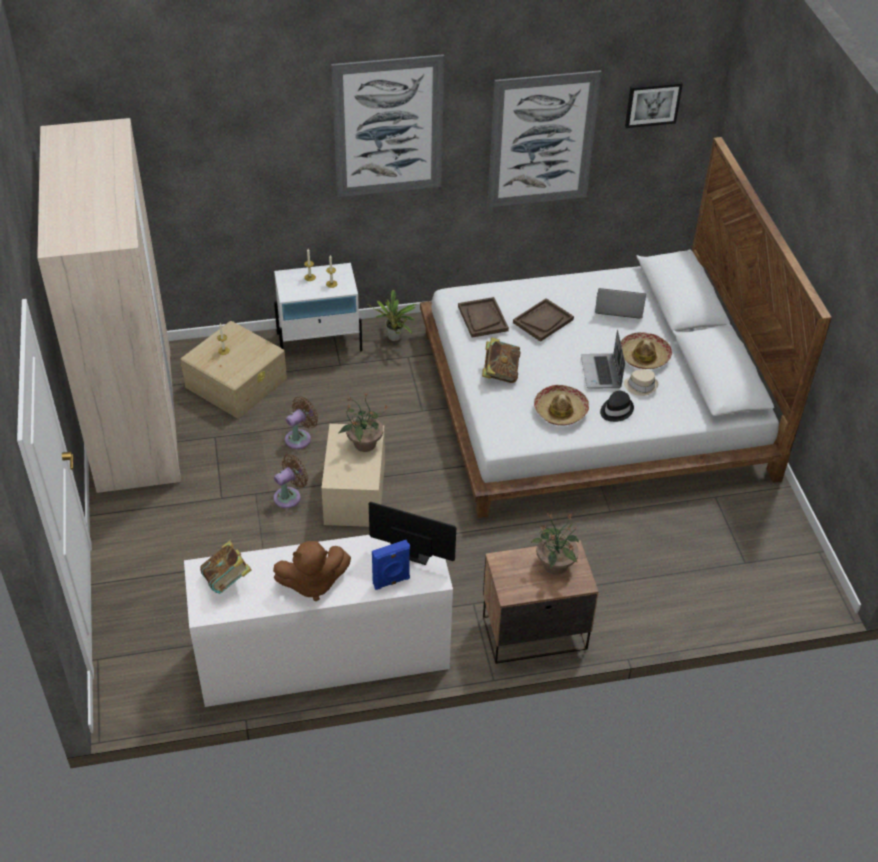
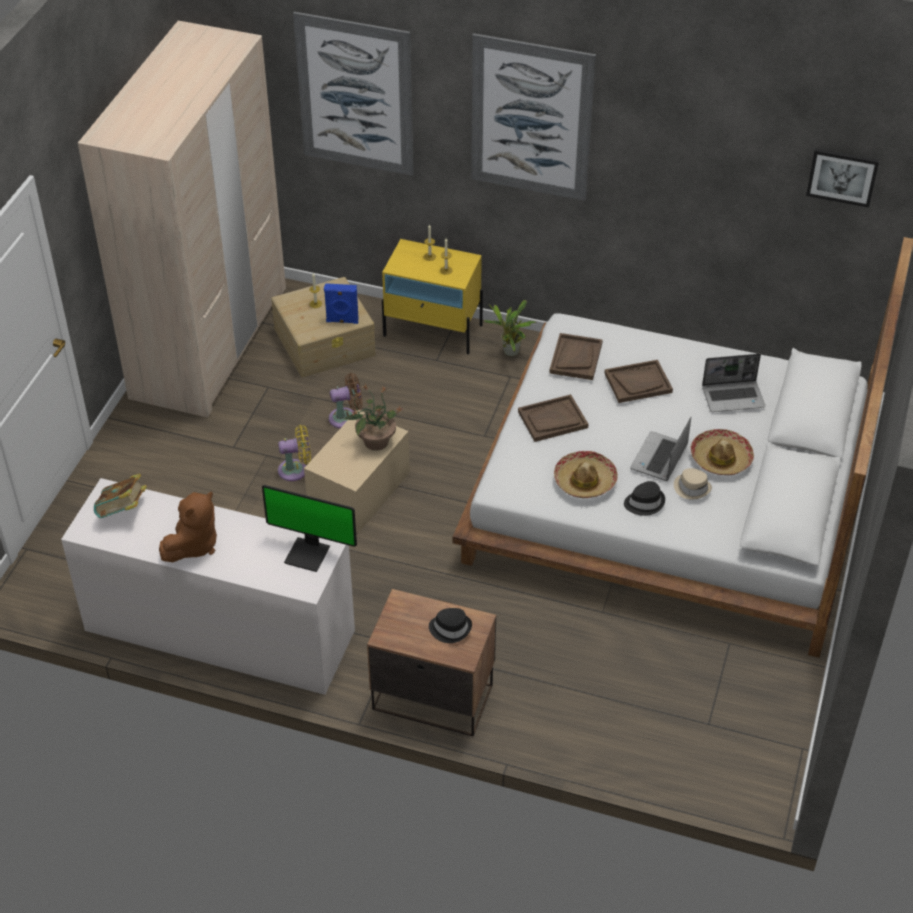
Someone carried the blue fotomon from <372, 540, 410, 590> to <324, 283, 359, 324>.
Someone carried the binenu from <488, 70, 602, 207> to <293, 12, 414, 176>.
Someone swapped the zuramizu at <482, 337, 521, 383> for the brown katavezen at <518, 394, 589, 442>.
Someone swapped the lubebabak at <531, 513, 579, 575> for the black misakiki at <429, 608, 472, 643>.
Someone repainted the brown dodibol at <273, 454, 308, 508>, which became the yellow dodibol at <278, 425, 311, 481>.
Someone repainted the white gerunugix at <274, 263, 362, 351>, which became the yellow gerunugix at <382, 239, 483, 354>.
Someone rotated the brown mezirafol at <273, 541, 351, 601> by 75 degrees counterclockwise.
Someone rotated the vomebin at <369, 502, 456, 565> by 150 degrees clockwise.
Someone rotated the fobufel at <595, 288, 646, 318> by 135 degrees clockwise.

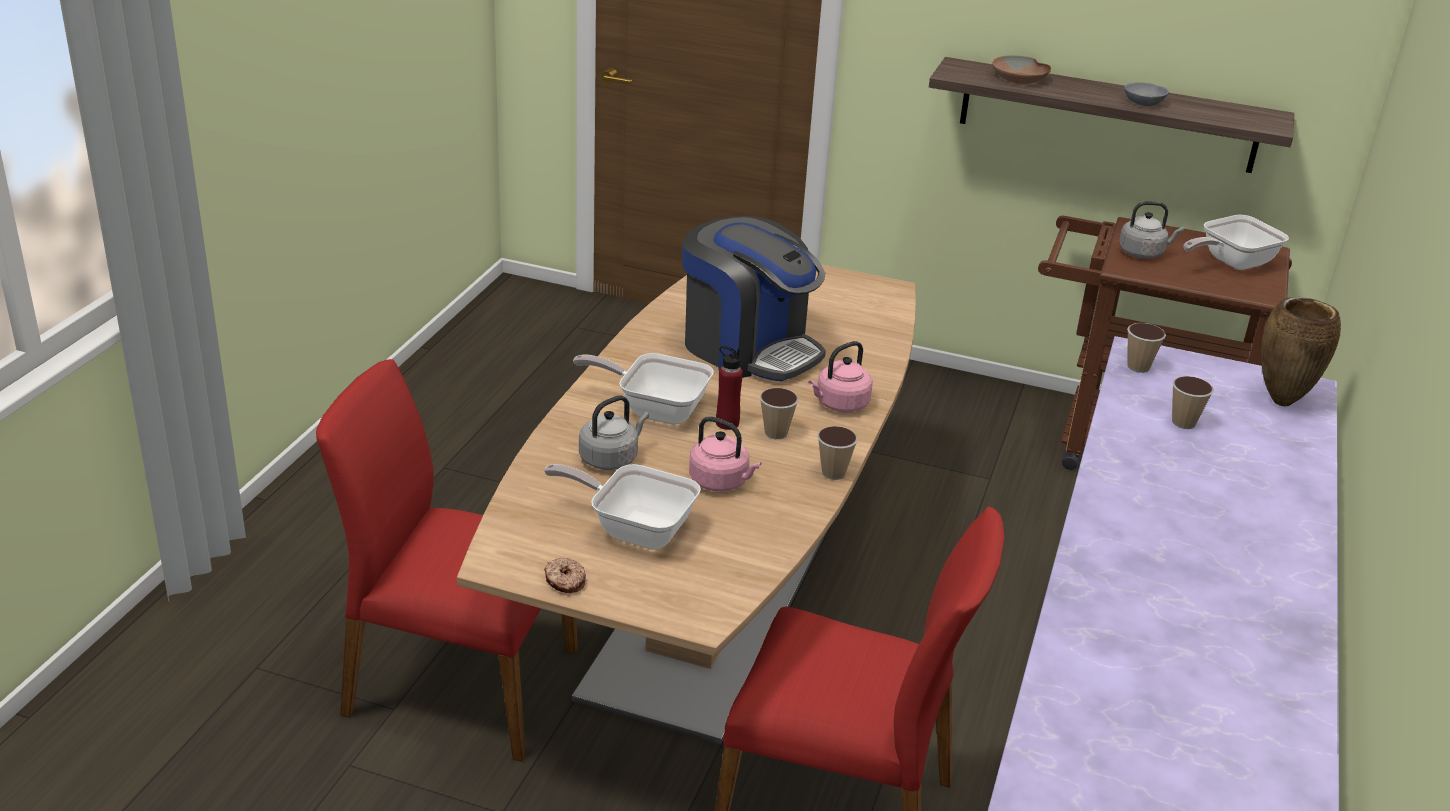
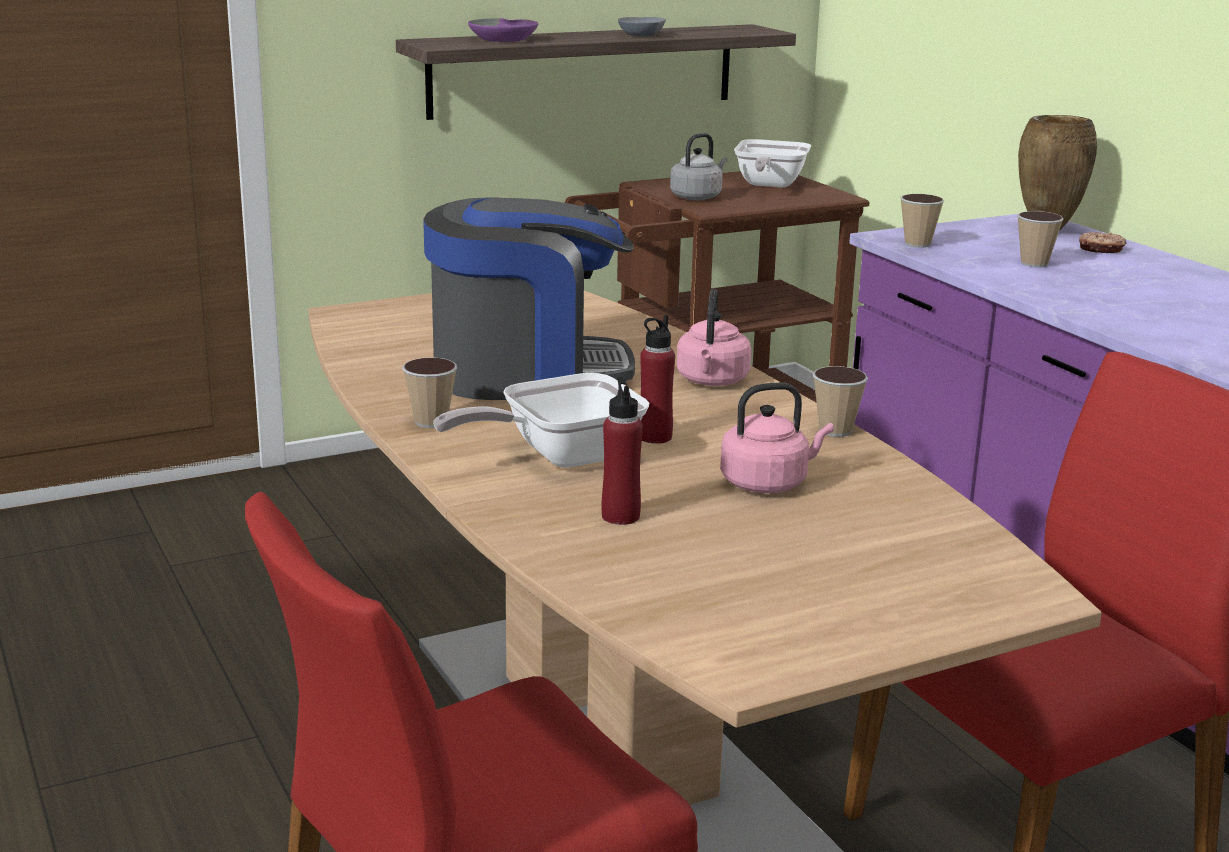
Someone took away the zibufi at <544, 464, 701, 550>.
Someone carried the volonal from <544, 557, 586, 593> to <1079, 232, 1127, 253>.
Someone carried the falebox from <760, 388, 799, 439> to <402, 357, 457, 428>.
Someone swapped the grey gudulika at <579, 396, 649, 470> for the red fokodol at <602, 377, 643, 525>.
Someone repainted the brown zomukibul at <992, 55, 1051, 84>, which became the purple zomukibul at <468, 18, 538, 42>.

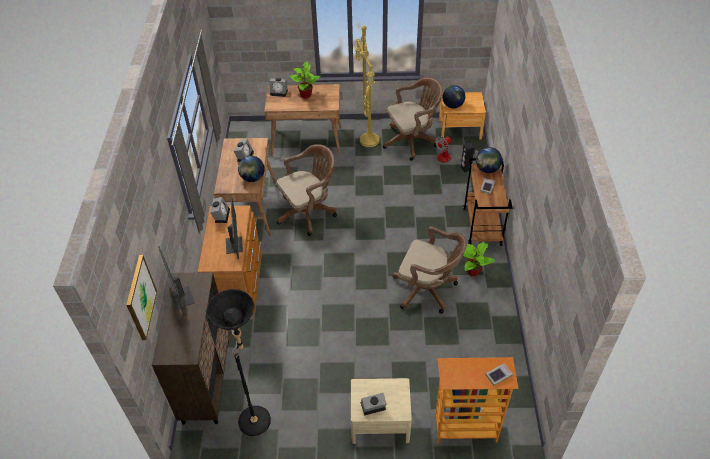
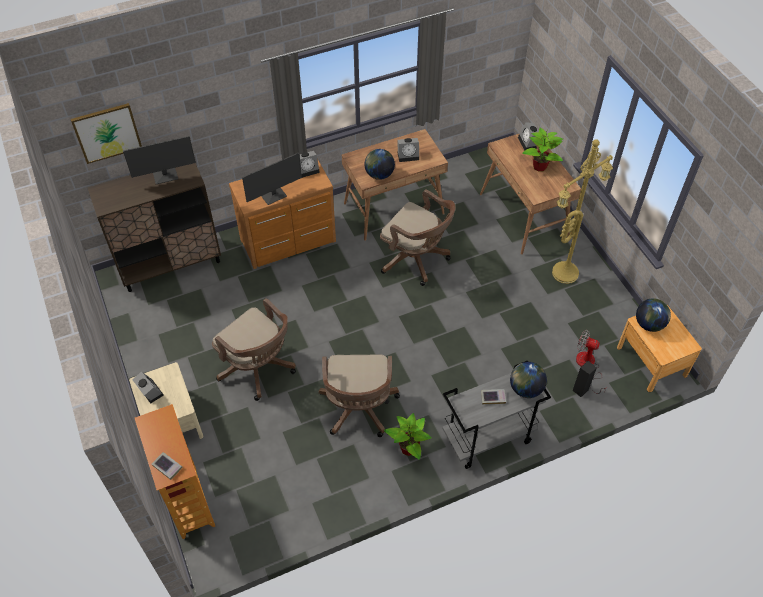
Someone took away the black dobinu at <206, 289, 271, 436>.
Someone carried the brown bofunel from <383, 77, 443, 161> to <212, 298, 296, 401>.
Someone repainted the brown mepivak at <463, 158, 512, 246>, which became the grey mepivak at <442, 360, 551, 469>.
Someone rotated the vomebin at <158, 246, 195, 316> by 150 degrees counterclockwise.

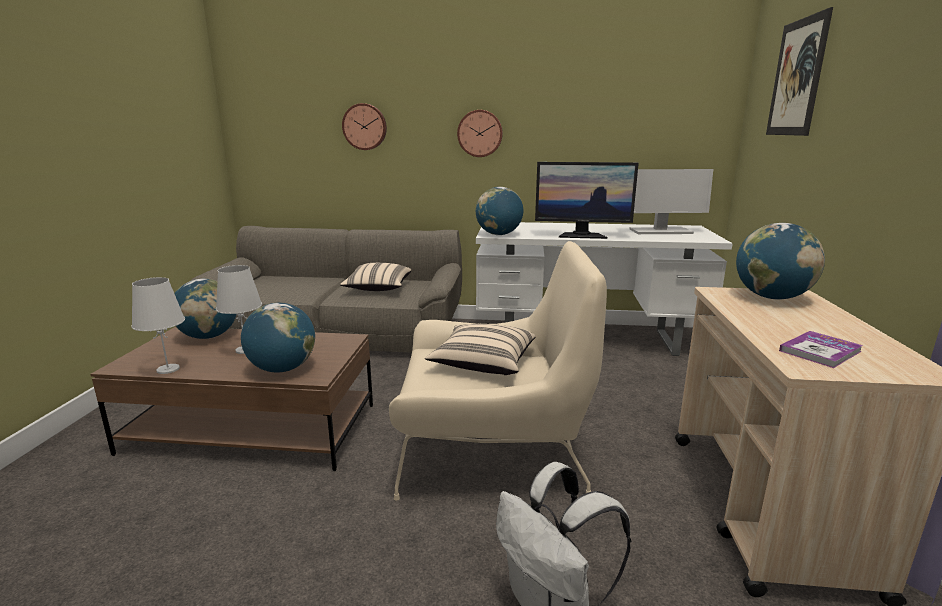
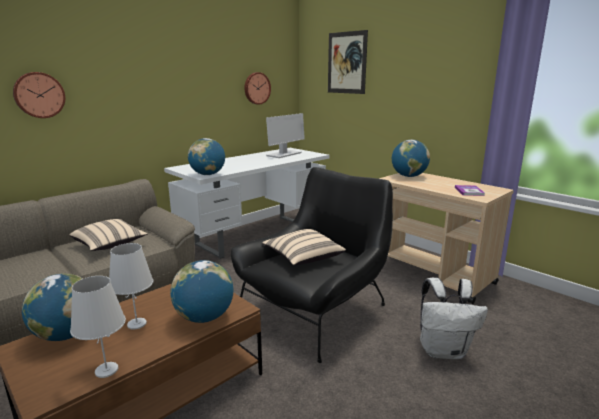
Someone took away the vomebin at <535, 162, 639, 239>.
Someone carried the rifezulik from <457, 110, 503, 157> to <244, 72, 271, 105>.
Someone repainted the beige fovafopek at <389, 241, 607, 501>, which became the black fovafopek at <231, 167, 393, 363>.

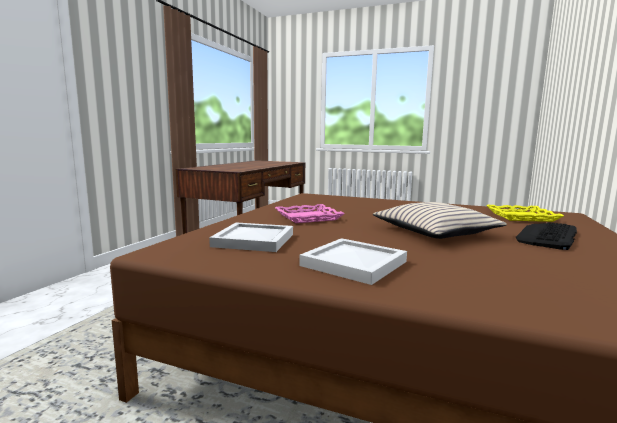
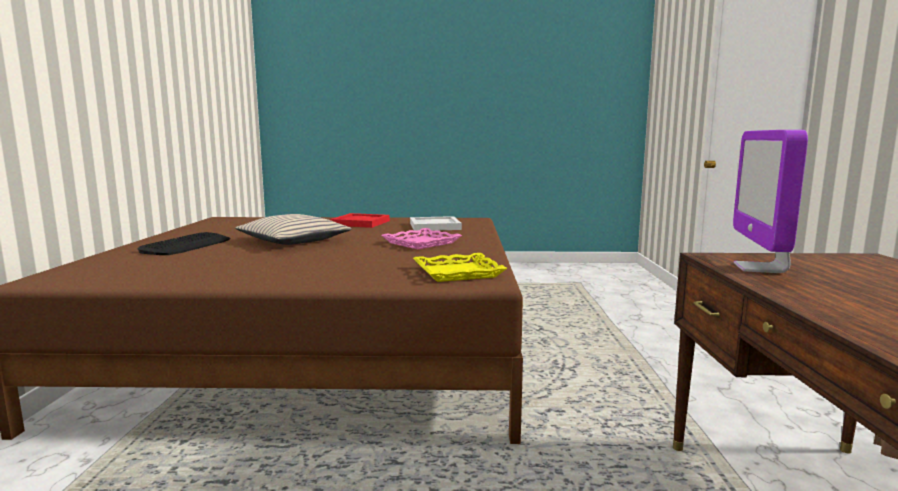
Someone put down the vomebin at <733, 130, 808, 273>.
Someone carried the yellow katavezen from <486, 205, 564, 222> to <413, 253, 507, 282>.
Someone repainted the white katavezen at <299, 238, 407, 285>, which became the red katavezen at <330, 213, 390, 228>.

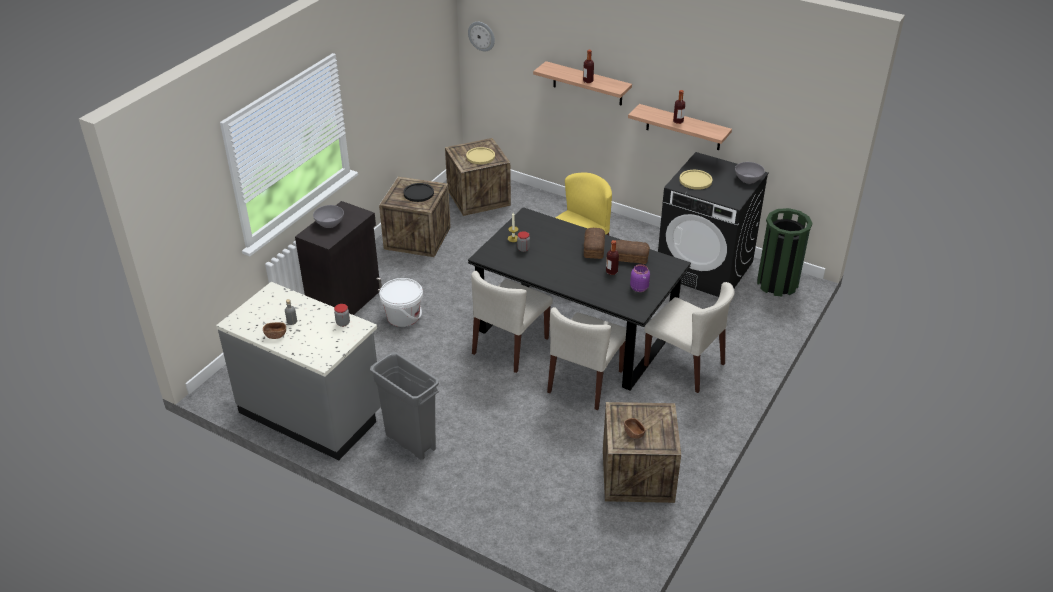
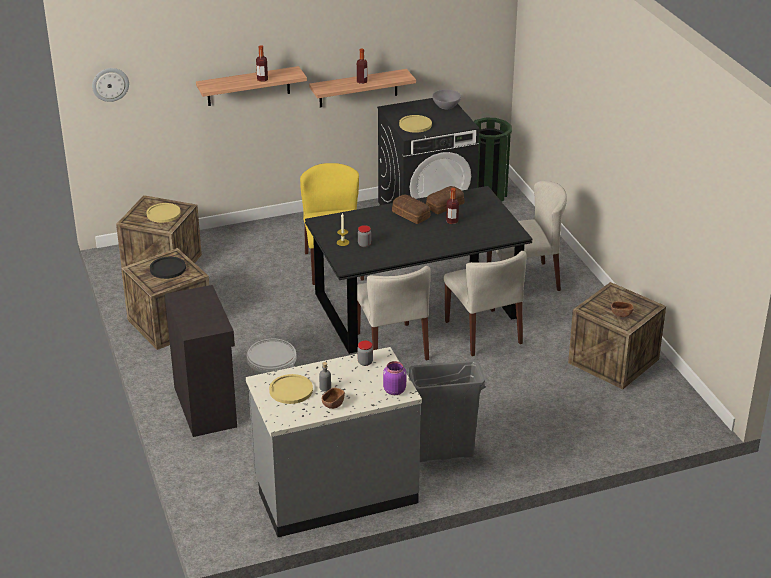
Someone took away the grey zomukibul at <313, 205, 344, 228>.
Someone put down the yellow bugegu at <269, 374, 313, 404>.
Someone carried the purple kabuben from <630, 264, 650, 292> to <383, 361, 406, 395>.

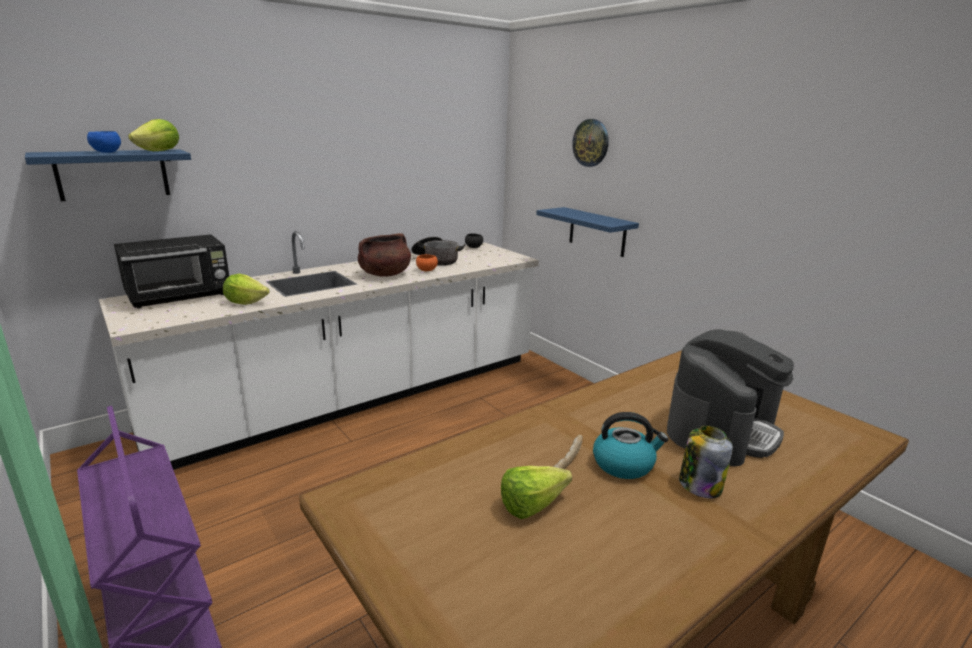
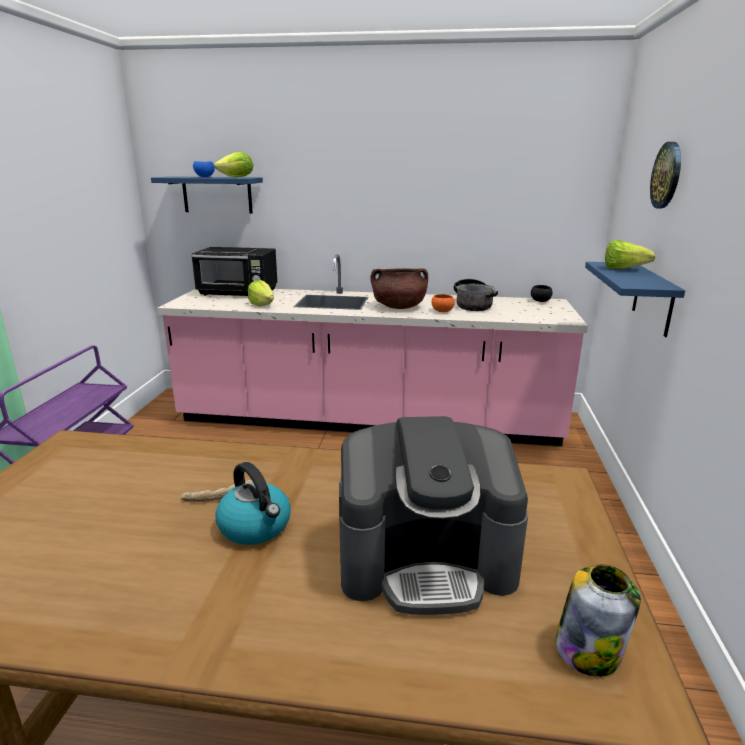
Someone carried the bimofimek from <501, 466, 572, 519> to <605, 240, 655, 269>.
Someone carried the kabuben from <679, 426, 733, 499> to <555, 564, 641, 677>.
Someone repainted the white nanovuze at <99, 231, 539, 470>, which became the pink nanovuze at <157, 254, 588, 446>.

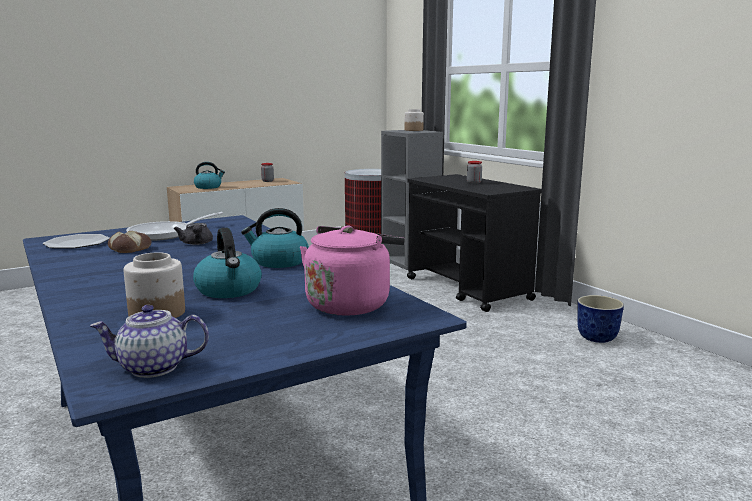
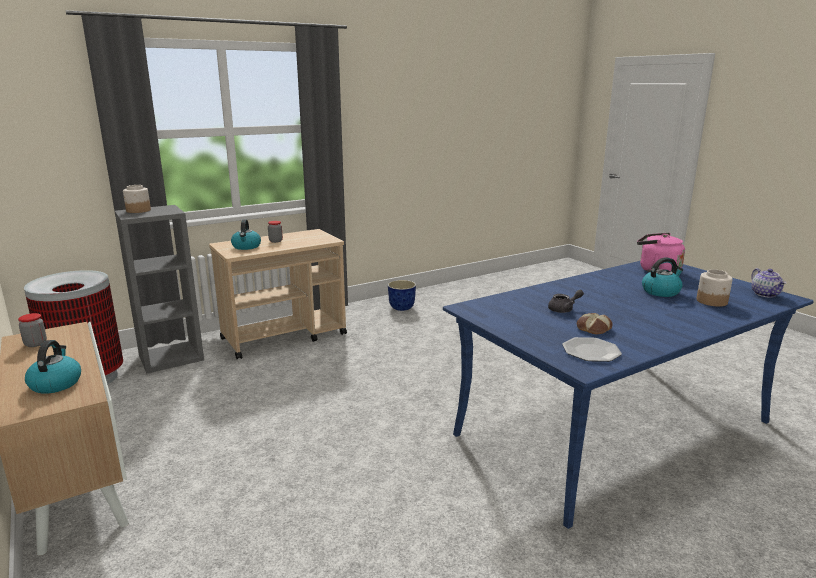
Someone took away the zibufi at <126, 212, 223, 241>.
Someone carried the gudulika from <241, 208, 309, 268> to <231, 219, 261, 250>.
Someone repainted the black mepivak at <407, 174, 542, 312>, which became the beige mepivak at <209, 229, 347, 359>.

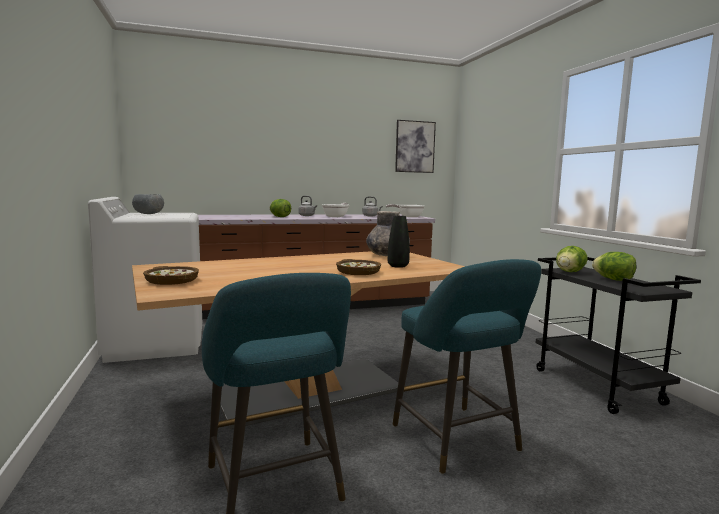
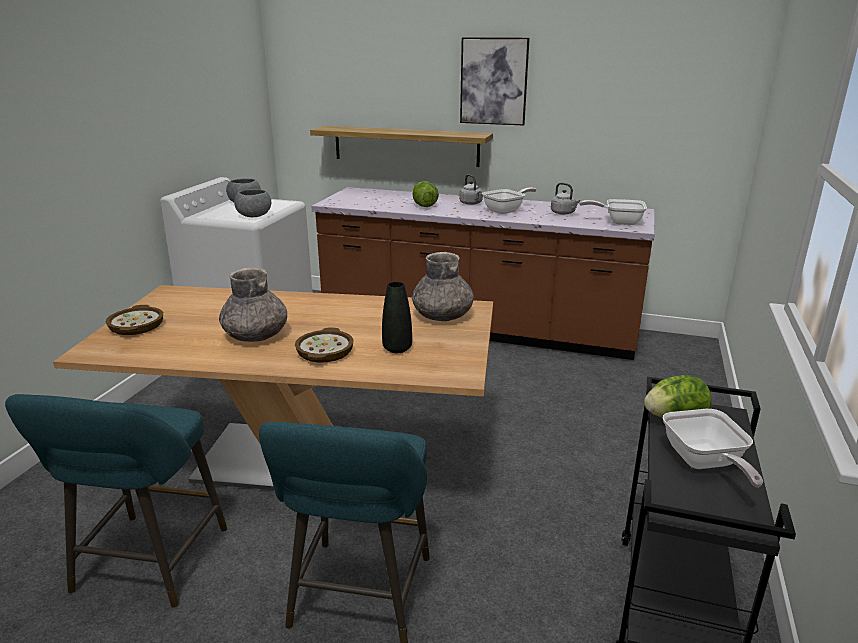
Someone put down the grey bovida at <219, 267, 287, 342>.
Someone put down the grey zomukibul at <234, 189, 271, 217>.
Someone put up the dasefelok at <310, 126, 493, 167>.
Someone carried the binenu from <395, 120, 436, 173> to <460, 37, 530, 126>.
Someone swapped the bimofimek at <592, 252, 636, 281> for the zibufi at <663, 409, 763, 487>.

